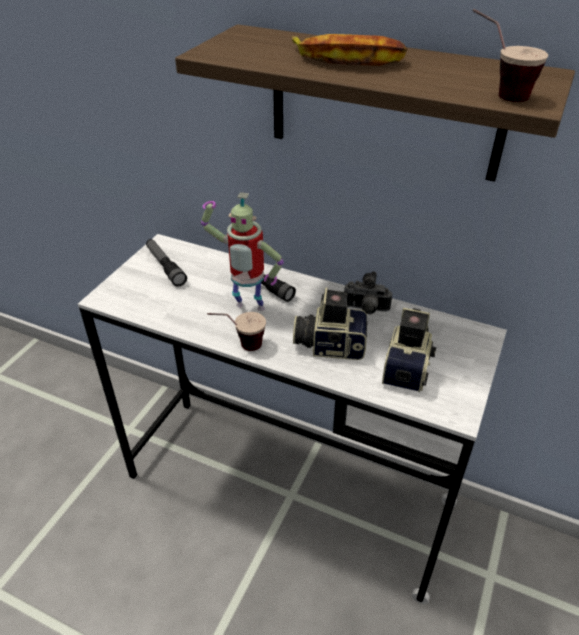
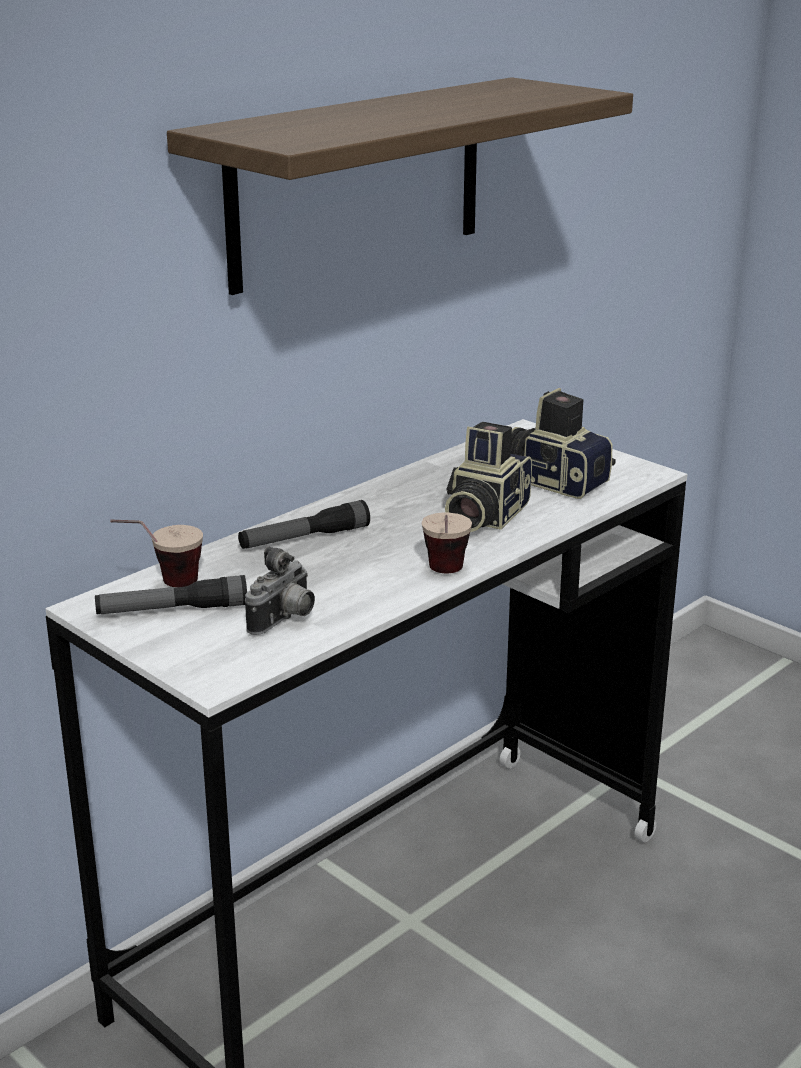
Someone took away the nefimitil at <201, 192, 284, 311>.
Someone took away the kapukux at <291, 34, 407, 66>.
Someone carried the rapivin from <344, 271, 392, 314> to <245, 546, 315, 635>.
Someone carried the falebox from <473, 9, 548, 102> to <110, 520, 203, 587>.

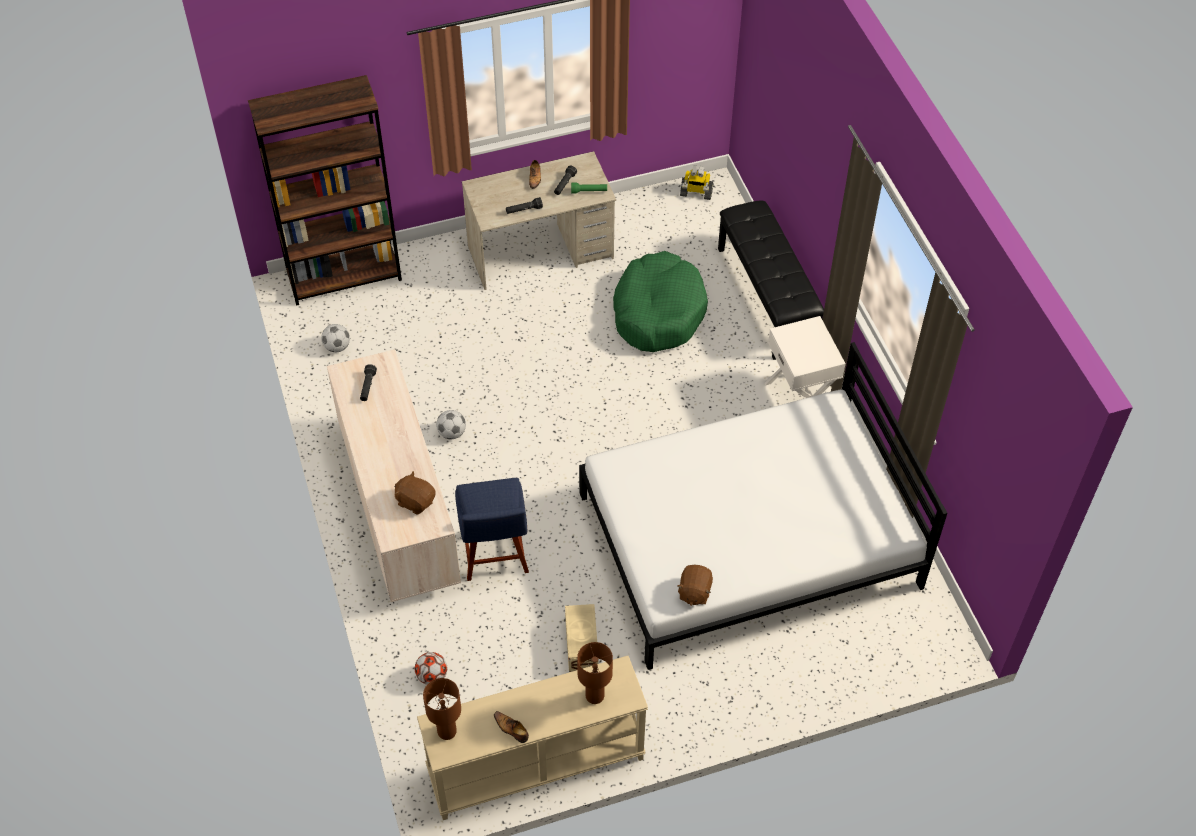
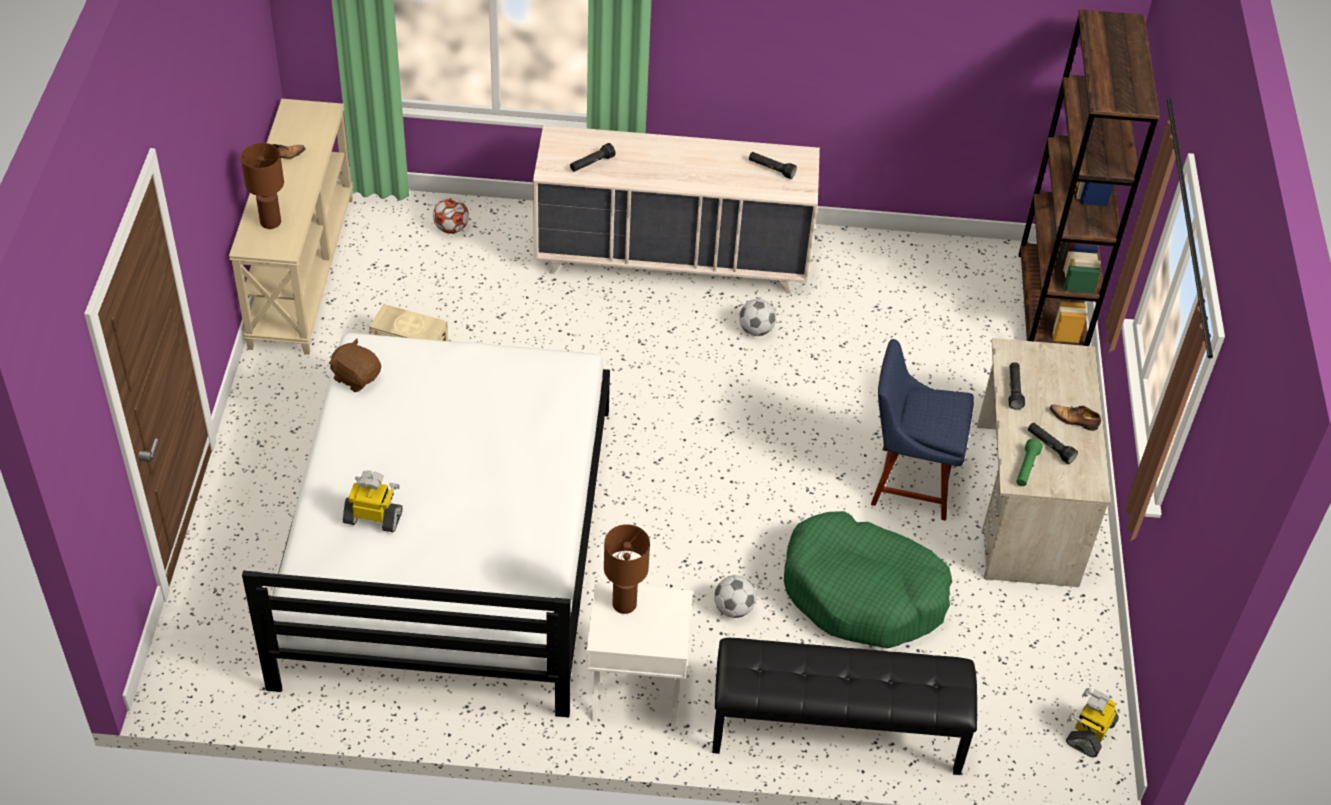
Someone put down the nefimitil at <343, 470, 403, 532>.
Someone carried the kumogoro from <321, 324, 350, 352> to <714, 575, 757, 618>.
Someone carried the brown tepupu from <423, 678, 461, 740> to <604, 524, 650, 614>.
Someone carried the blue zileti from <455, 478, 529, 581> to <871, 339, 974, 521>.
Someone swapped the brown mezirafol at <394, 471, 435, 515> for the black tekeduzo at <570, 143, 615, 172>.

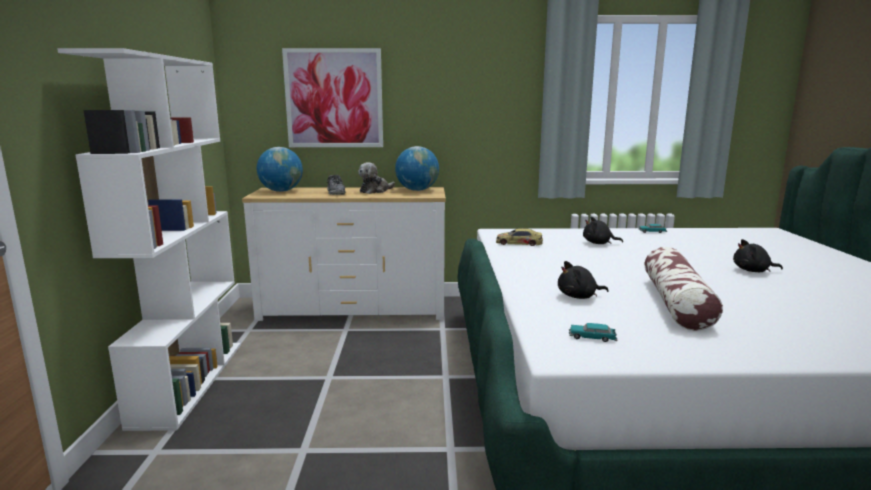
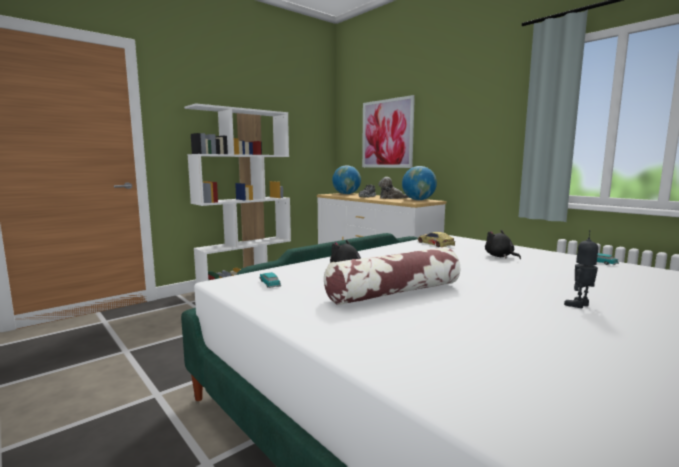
Someone swapped the black mezirafol at <733, 239, 783, 272> for the nefimitil at <564, 230, 598, 308>.

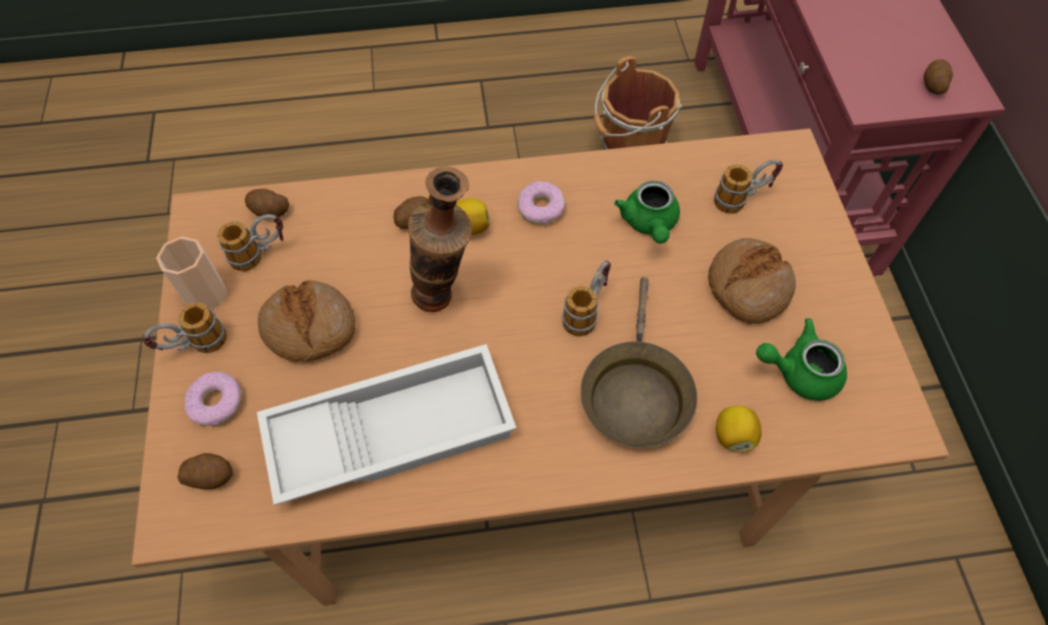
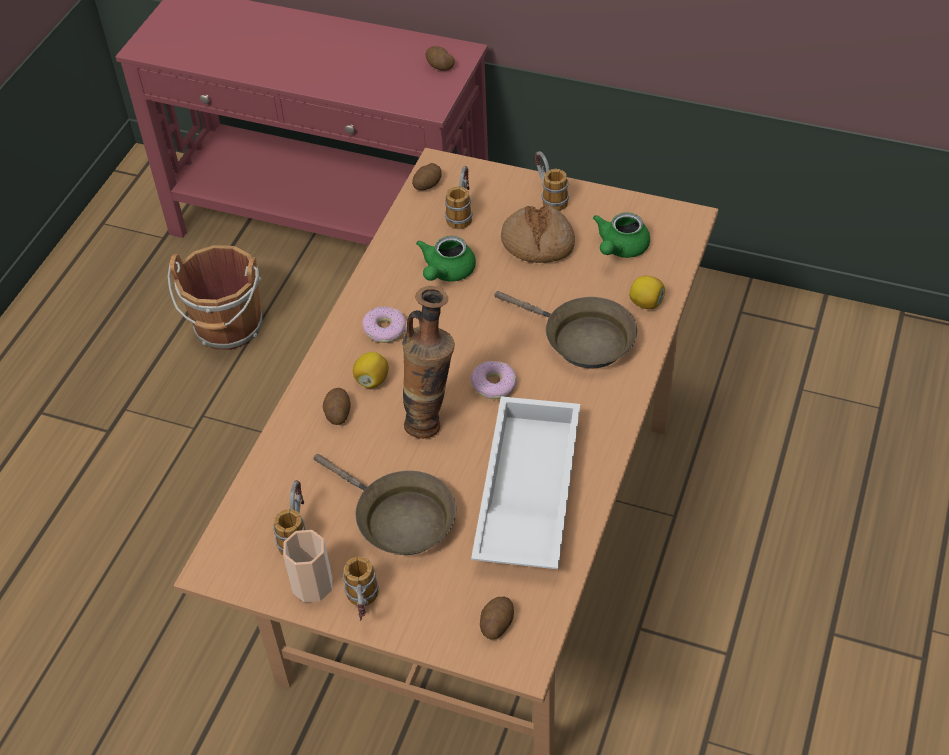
Someone carried the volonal from <185, 372, 243, 426> to <471, 361, 517, 399>.
Someone carried the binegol from <245, 189, 289, 217> to <412, 163, 442, 190>.
Someone carried the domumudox from <562, 261, 611, 337> to <535, 151, 569, 211>.
Someone swapped the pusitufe at <258, 280, 355, 362> for the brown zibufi at <313, 454, 456, 555>.
Someone rotated the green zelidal at <614, 181, 680, 244> by 90 degrees clockwise.

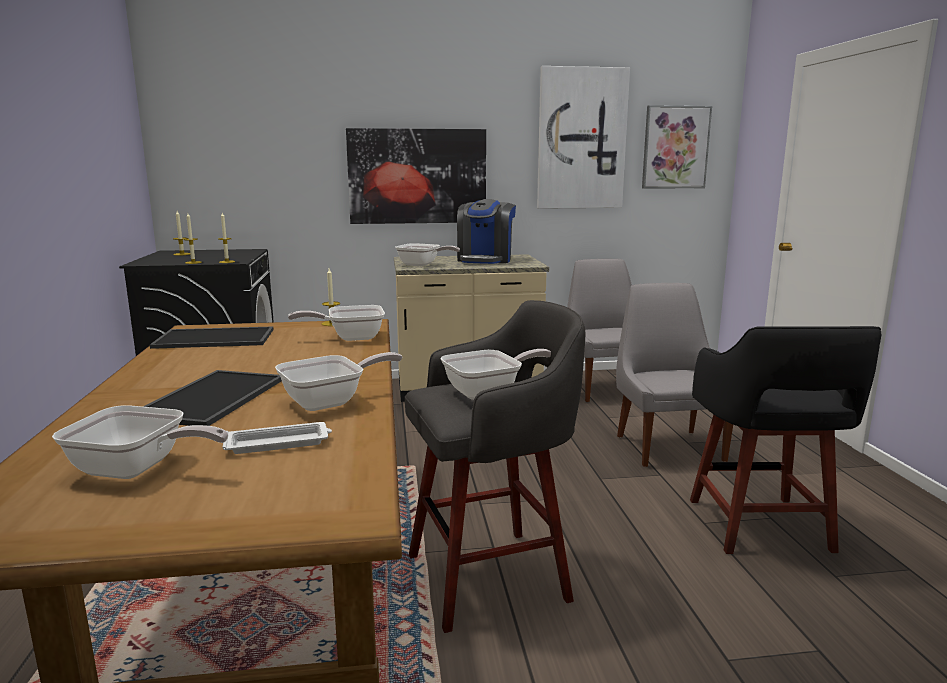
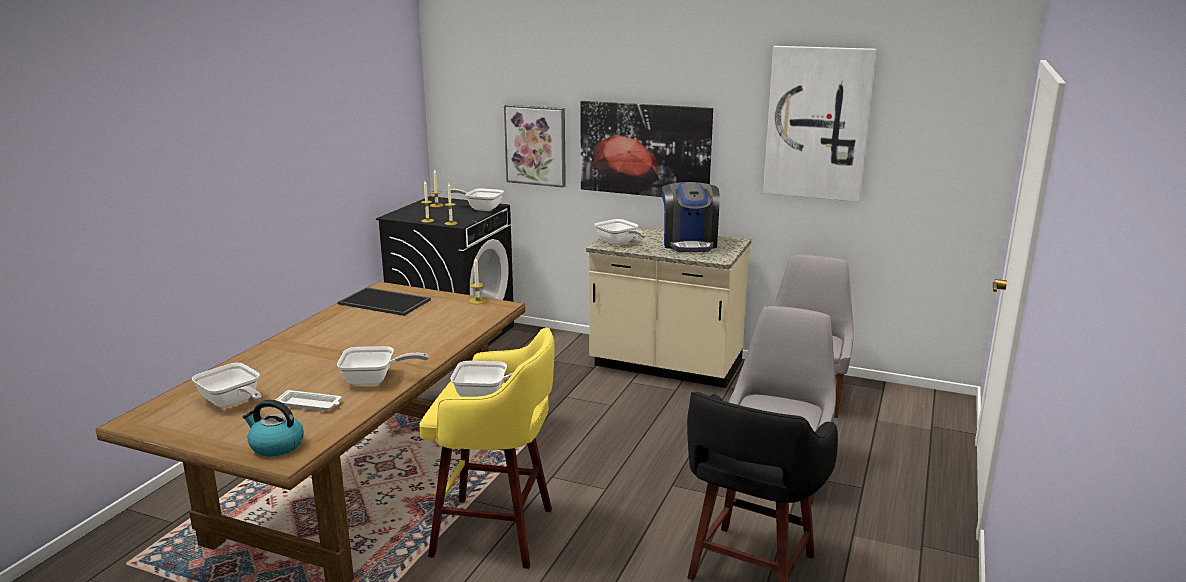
Someone took away the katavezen at <143, 370, 282, 426>.
Someone put down the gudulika at <243, 400, 304, 457>.
Someone carried the zibufi from <288, 305, 385, 341> to <447, 189, 504, 211>.
Someone carried the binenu from <642, 105, 712, 189> to <504, 105, 566, 188>.
Someone repainted the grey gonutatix at <405, 300, 585, 633>, which became the yellow gonutatix at <419, 328, 555, 569>.
Someone rotated the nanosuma at <457, 199, 516, 264> by 45 degrees counterclockwise.

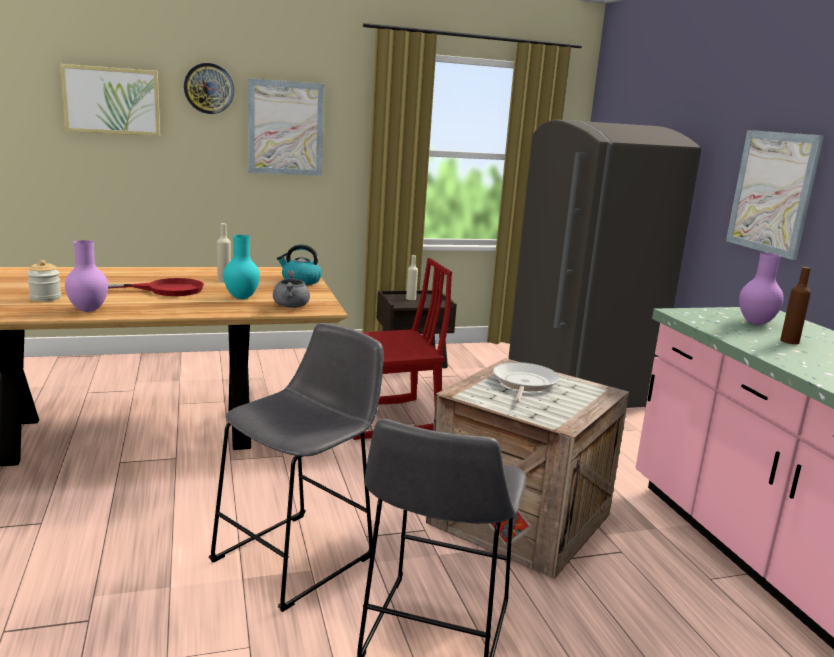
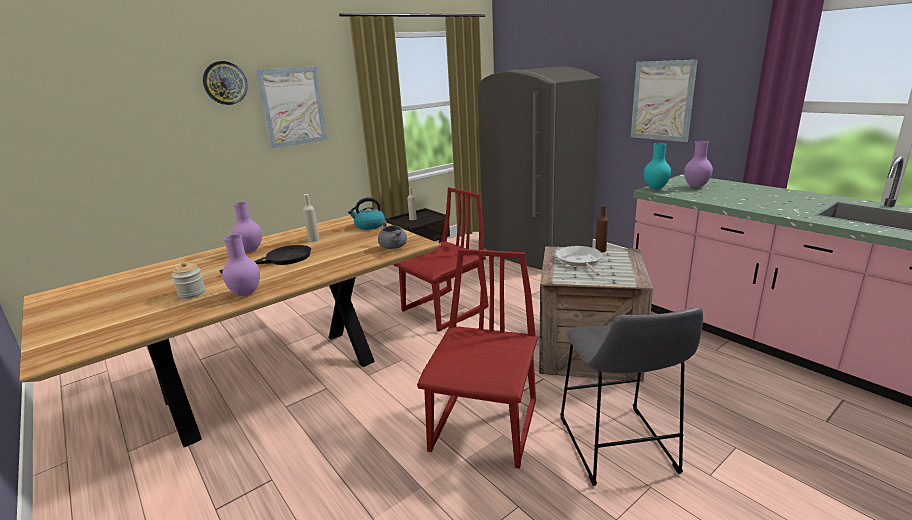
Someone took away the binenu at <60, 64, 160, 136>.
Someone put down the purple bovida at <232, 202, 262, 252>.
Someone carried the turquoise bovida from <223, 235, 260, 299> to <644, 143, 671, 190>.
Someone carried the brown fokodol from <780, 267, 811, 344> to <595, 205, 608, 253>.
Someone swapped the grey gonutatix at <209, 323, 384, 612> for the red zileti at <417, 249, 538, 469>.
Someone repainted the red zibufi at <108, 278, 204, 296>, which became the black zibufi at <219, 245, 311, 274>.

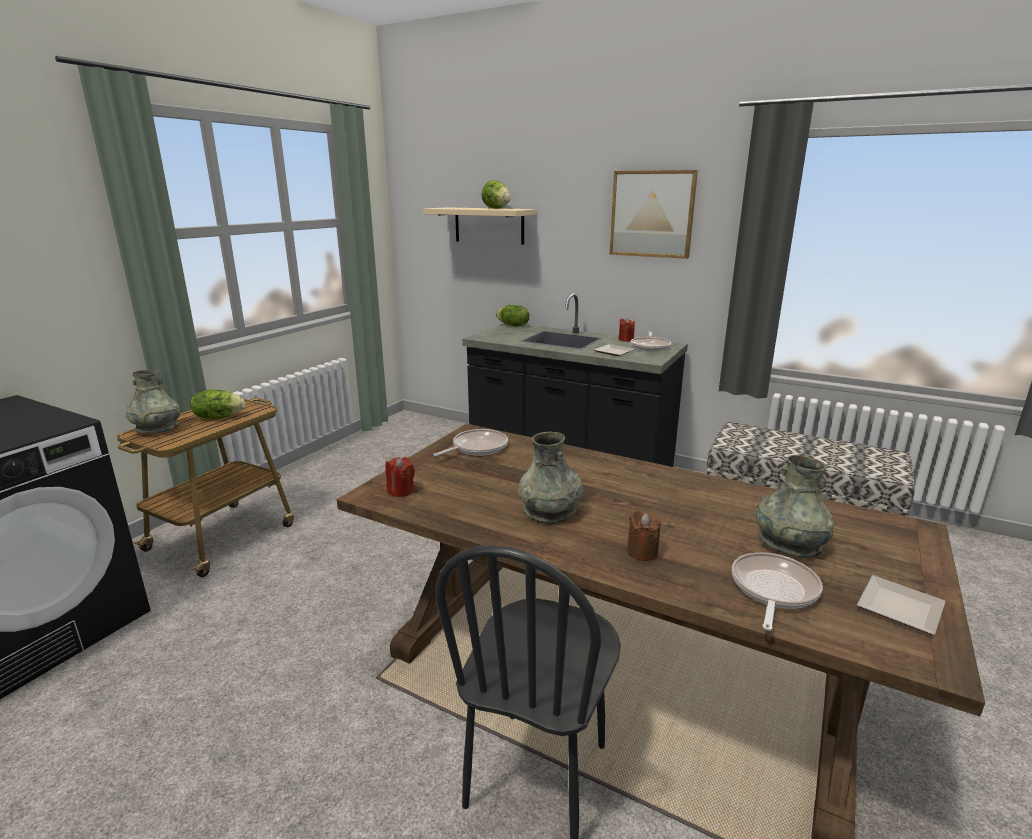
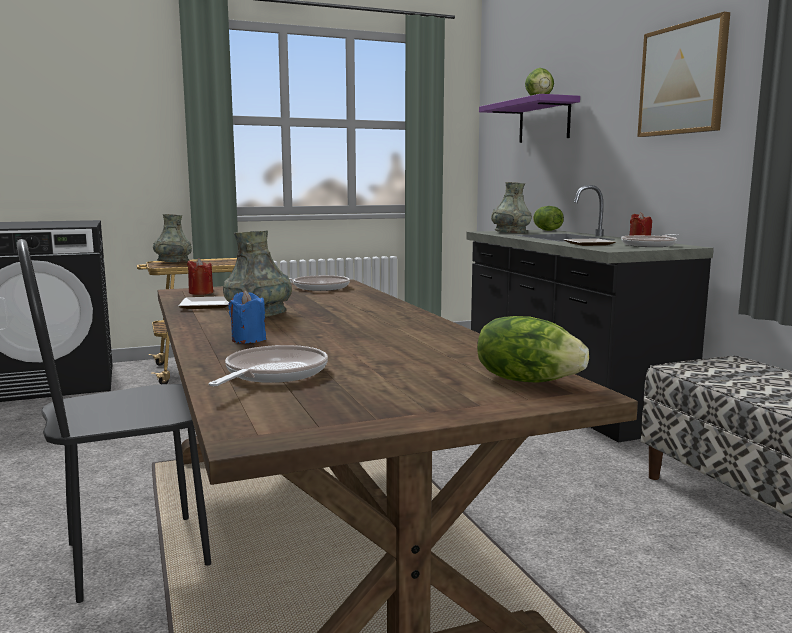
Someone carried the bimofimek from <190, 389, 245, 419> to <477, 316, 589, 382>.
Someone carried the grey bovida from <755, 455, 834, 558> to <491, 182, 532, 233>.
Someone carried the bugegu from <857, 575, 945, 635> to <178, 296, 229, 309>.
Someone repainted the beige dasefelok at <423, 207, 536, 245>, which became the purple dasefelok at <479, 94, 580, 143>.
Someone repainted the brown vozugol at <627, 510, 661, 561>, which became the blue vozugol at <228, 290, 266, 344>.
Someone rotated the zibufi at <732, 552, 823, 631> by 45 degrees counterclockwise.

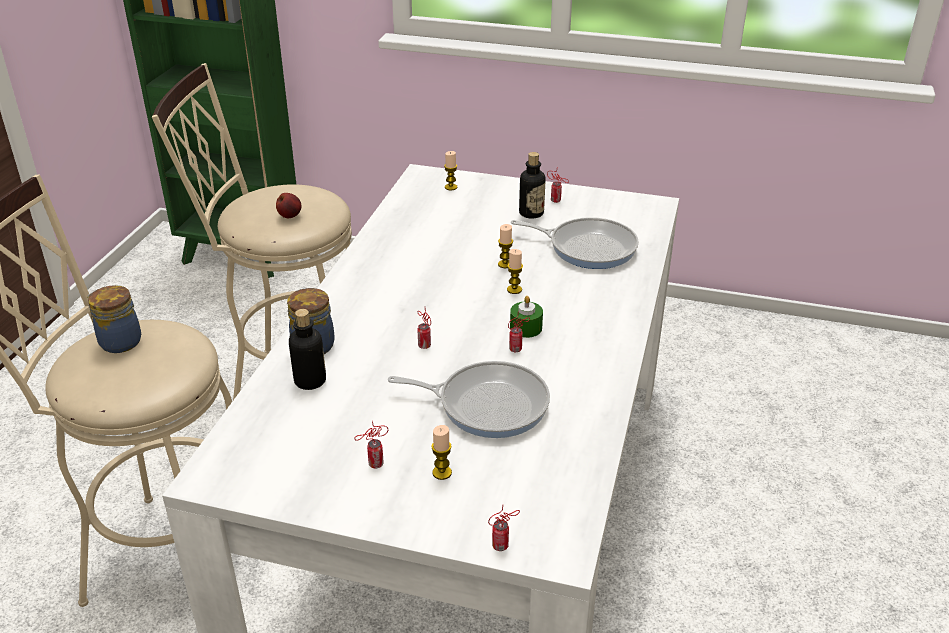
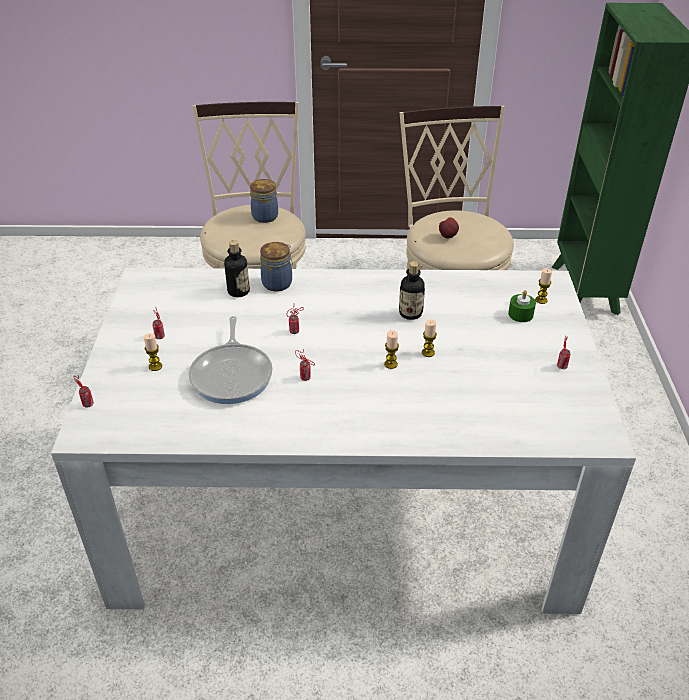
Someone took away the zibufi at <511, 217, 639, 269>.
Someone carried the green vozugol from <510, 296, 543, 338> to <508, 290, 536, 322>.
Someone carried the fokodol from <519, 152, 546, 219> to <399, 261, 425, 320>.

